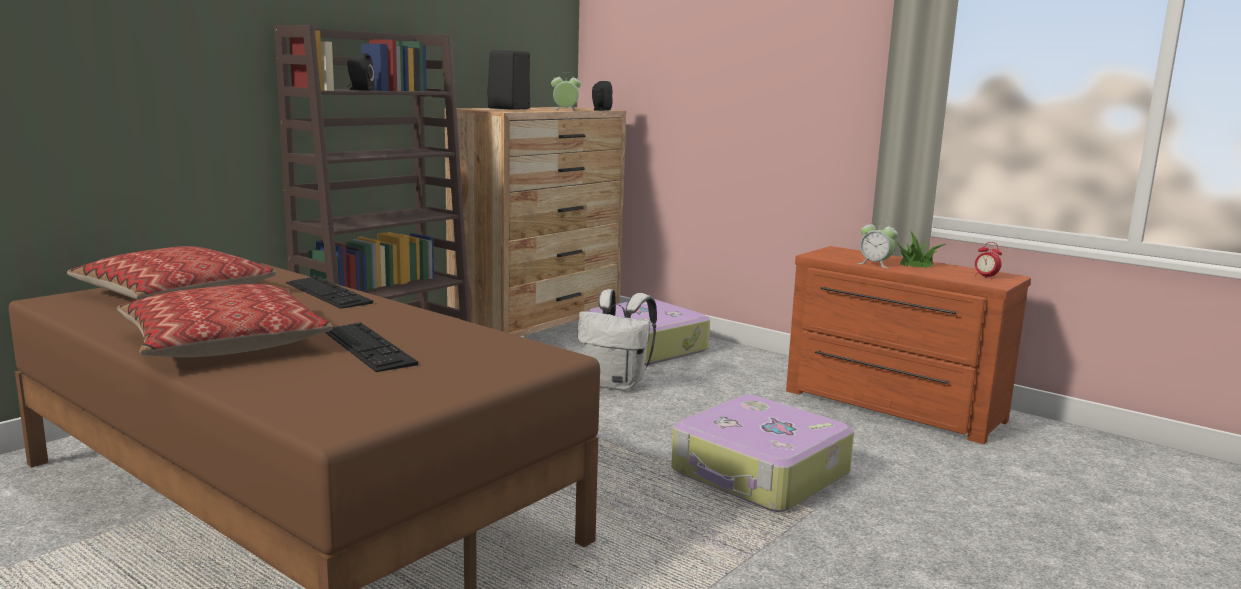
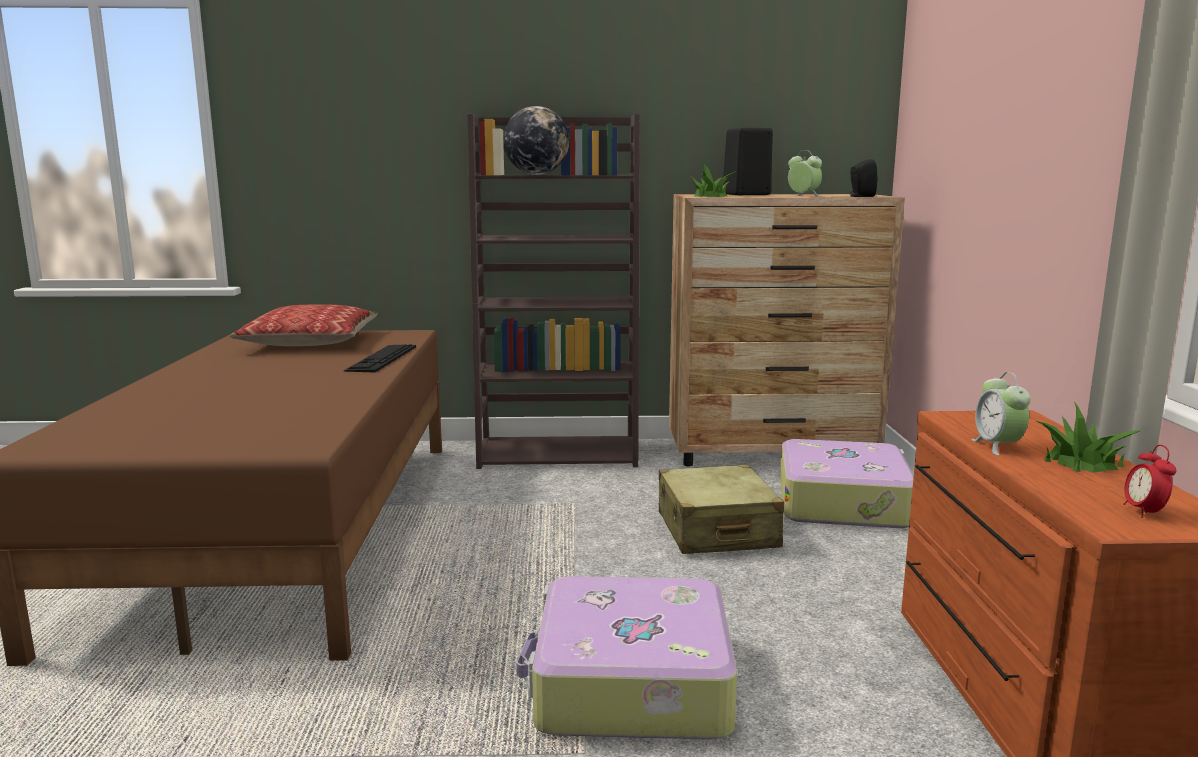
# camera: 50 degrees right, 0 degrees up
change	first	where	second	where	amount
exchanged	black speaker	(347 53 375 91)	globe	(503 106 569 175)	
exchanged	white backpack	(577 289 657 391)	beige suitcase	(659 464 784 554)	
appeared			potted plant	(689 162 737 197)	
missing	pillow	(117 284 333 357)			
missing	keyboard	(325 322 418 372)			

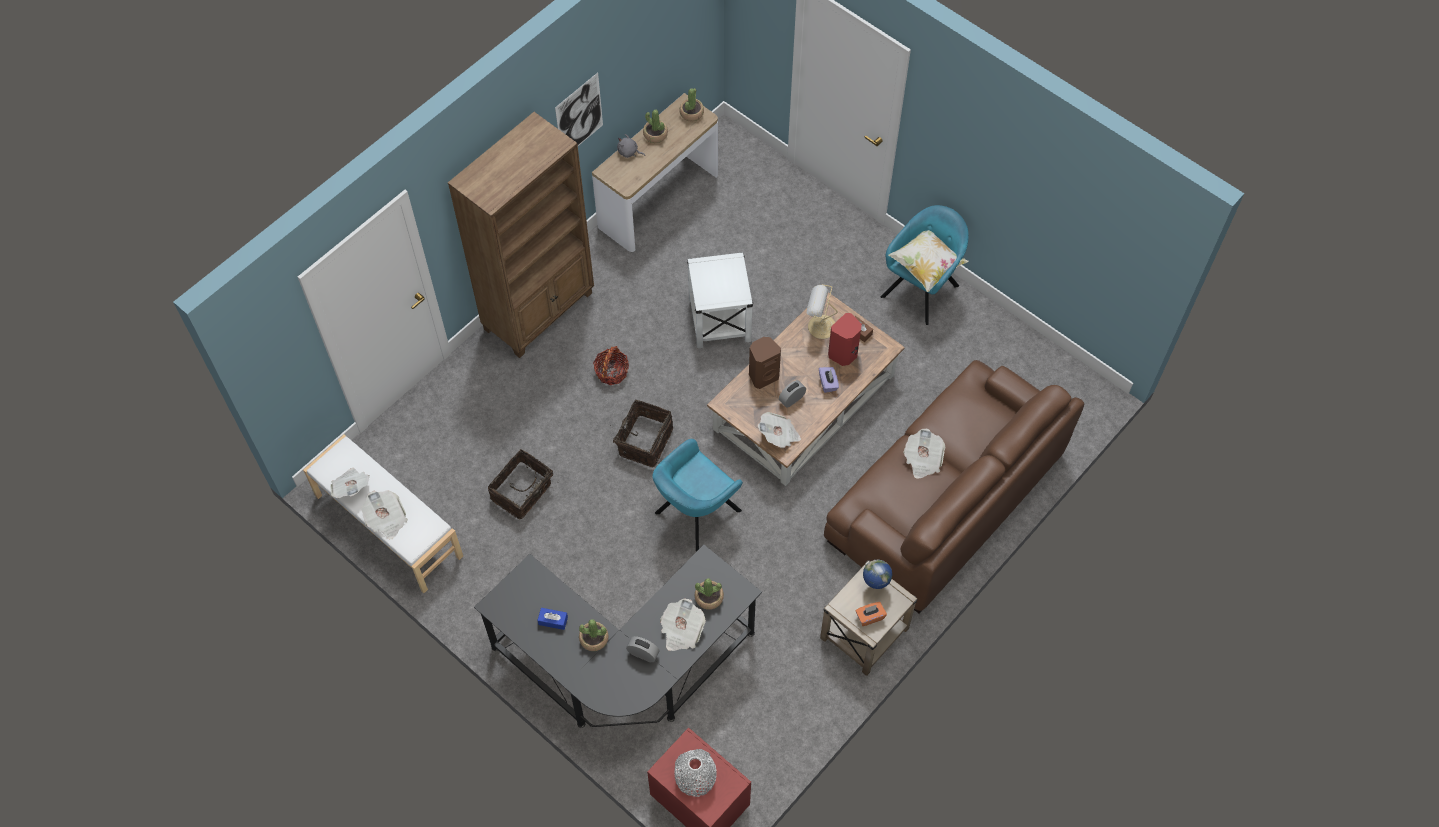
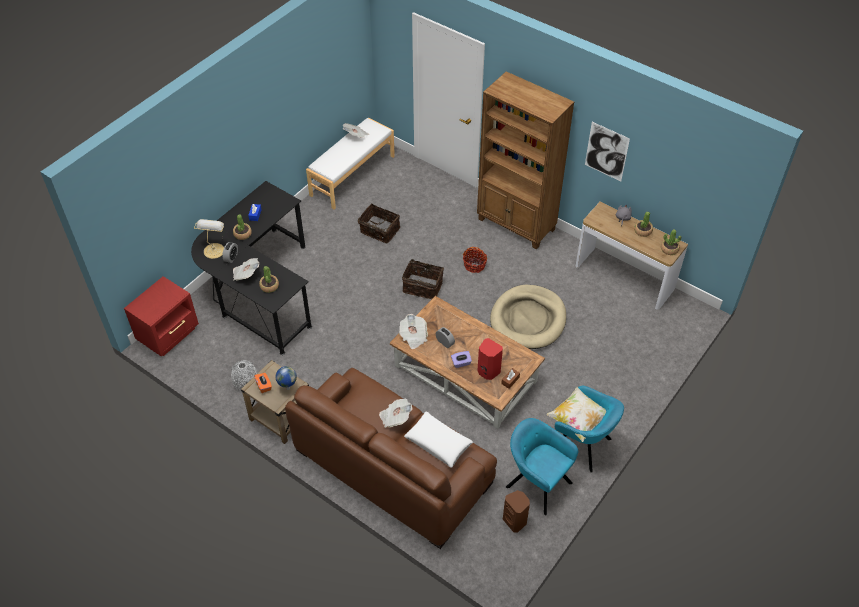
# camera: 85 degrees right, 10 degrees down
change	first	where	second	where	amount
relocated	table lamp	(807 284 838 339)		(194 219 224 259)	
relocated	grey vase	(674 749 717 797)		(231 360 257 392)	
appeared			white pillow	(404 412 473 468)	
exchanged	white side table	(687 252 753 348)	beige dog bed	(490 285 566 349)	
relocated	brown speaker	(749 337 781 389)		(503 490 530 533)	
relocated	turquoise armchair	(652 439 743 551)		(506 418 578 516)	
missing	newspaper	(361 490 408 539)			

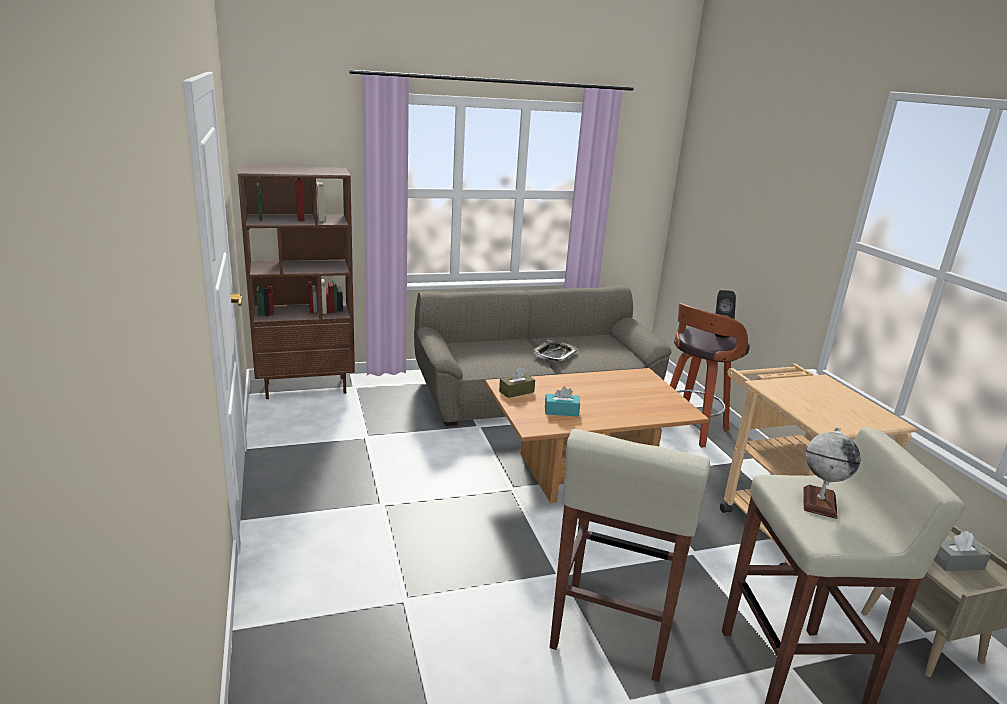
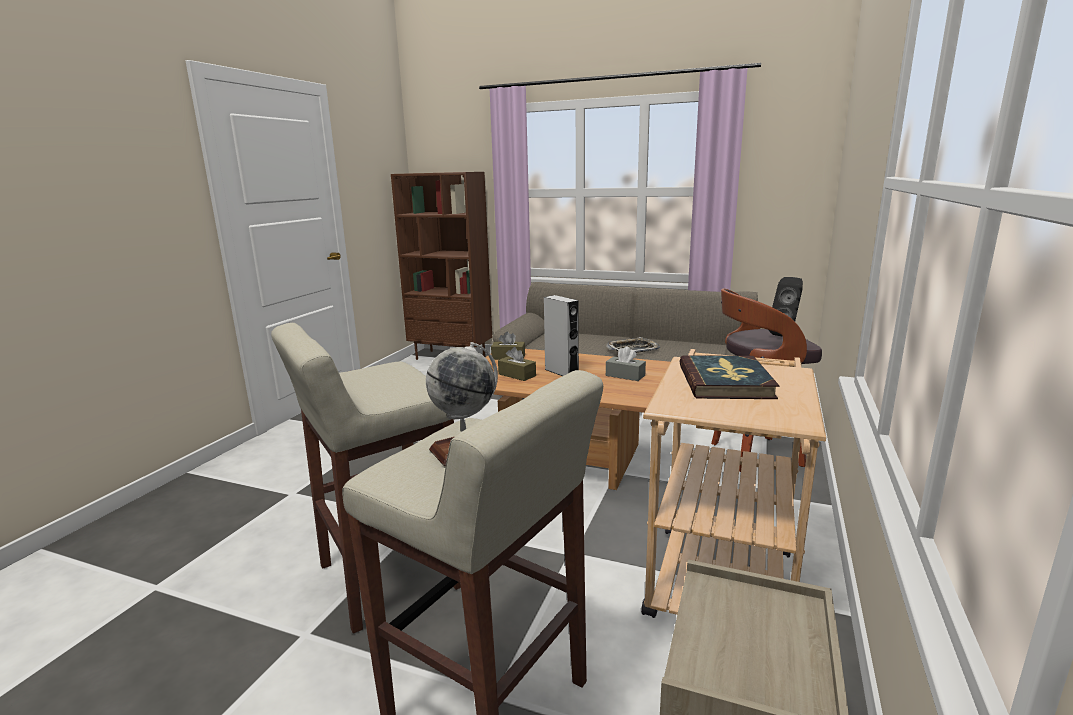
# camera: 40 degrees right, 5 degrees down
change	first	where	second	where	amount
colour	turquoise tissue box	(545 386 580 417)	brown tissue box	(498 347 536 381)	
appeared			grey speaker	(544 295 579 376)	
relocated	grey tissue box	(934 531 991 571)		(606 346 646 381)	
appeared			book	(679 355 780 399)	

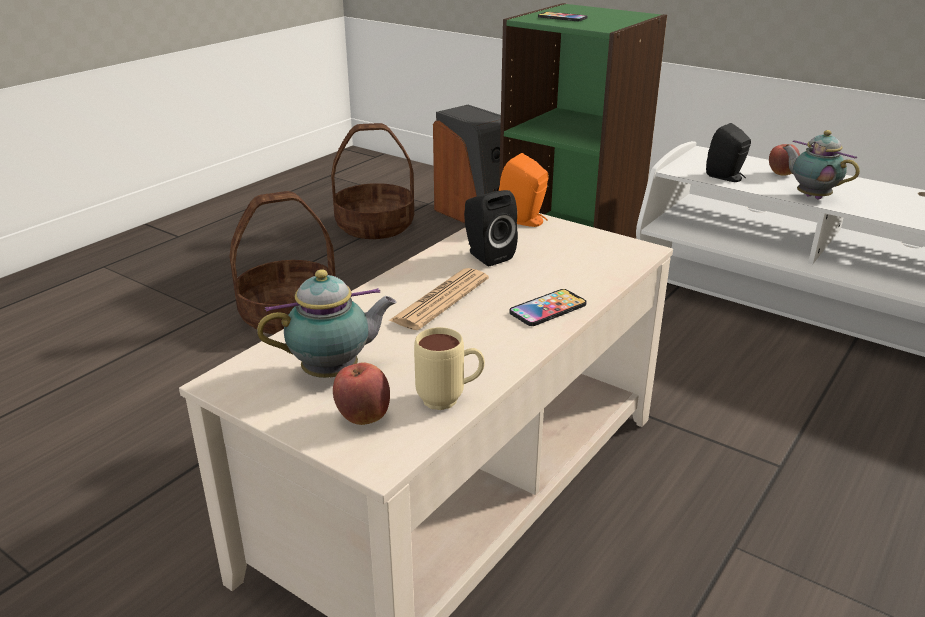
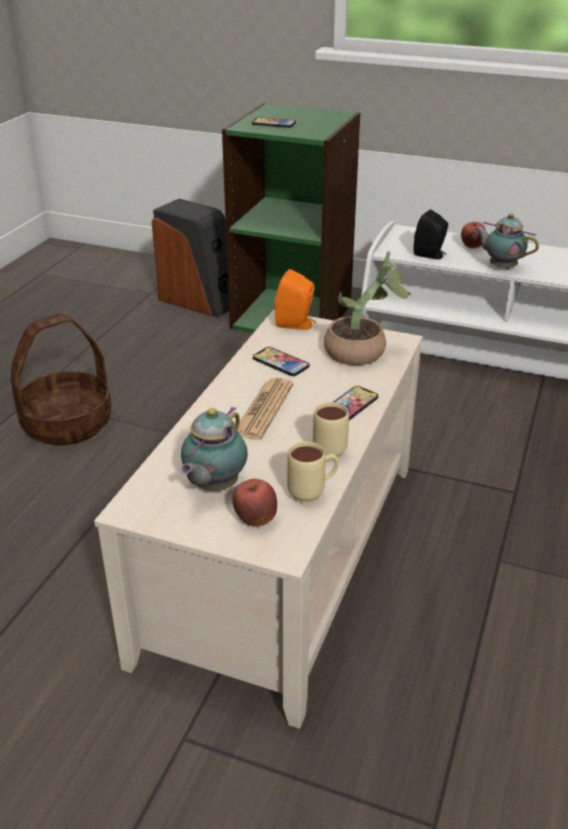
# camera: 15 degrees left, 5 degrees up
change	first	where	second	where	amount
spun	teapot	(257 269 396 378)		(181 407 248 491)	150 degrees clockwise
exchanged	black speaker	(464 190 518 266)	phone	(253 347 309 376)	
appeared			beige mug	(313 402 349 461)	
appeared			potted plant	(324 251 411 365)	
missing	basket	(331 123 414 239)			

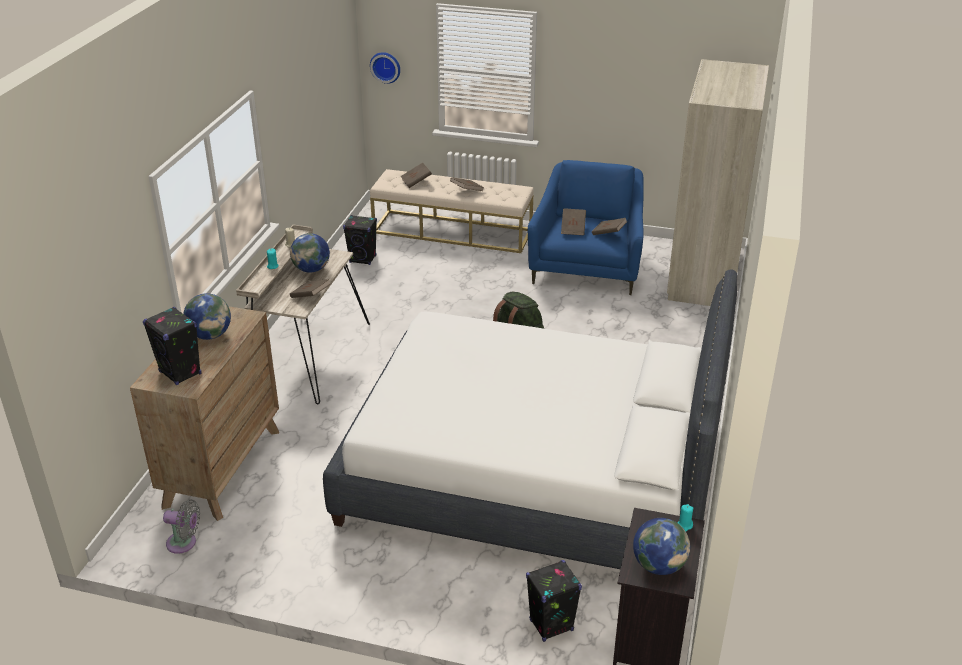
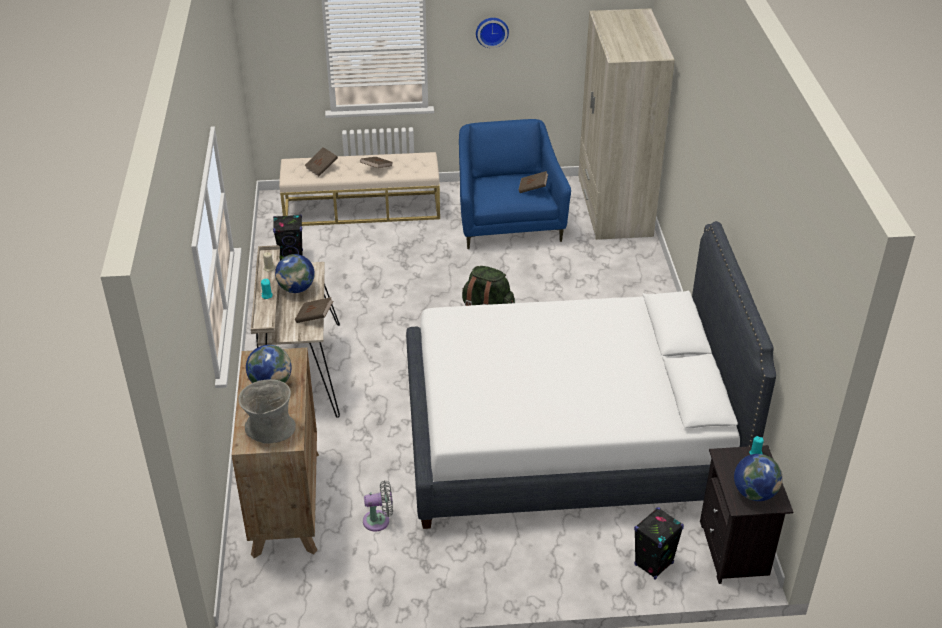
# camera: 20 degrees left, 5 degrees up
change	first	where	second	where	amount
exchanged	black speaker	(143 307 202 385)	grey vase	(239 379 296 444)	
relocated	grey fan	(163 500 200 554)		(363 480 393 532)	
relocated	wall clock	(370 52 400 84)		(476 18 509 48)	
missing	brown book	(561 208 586 235)			

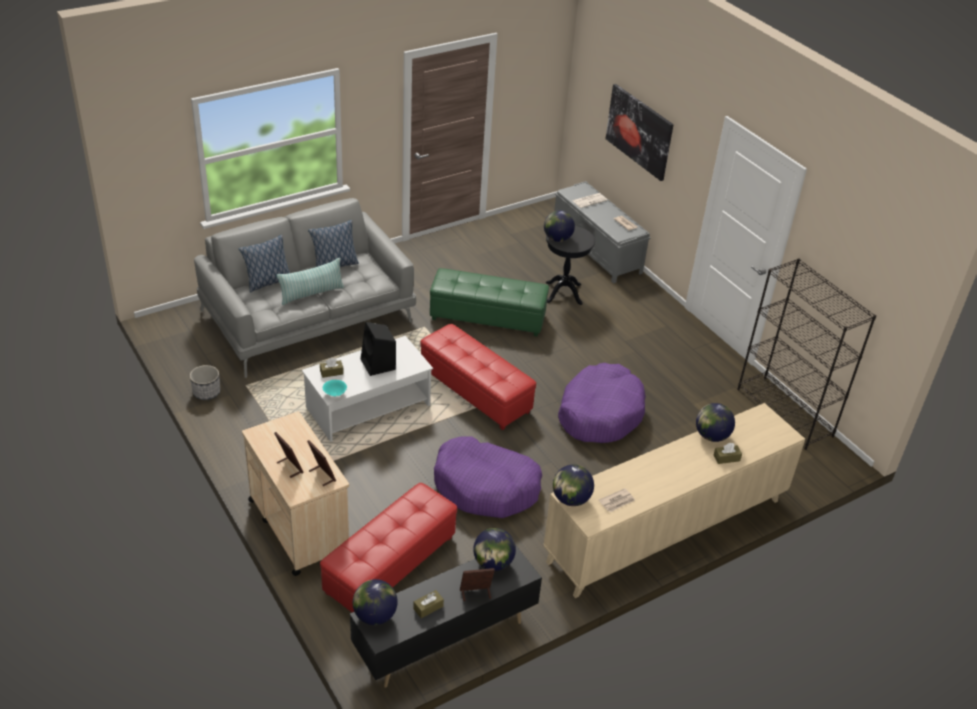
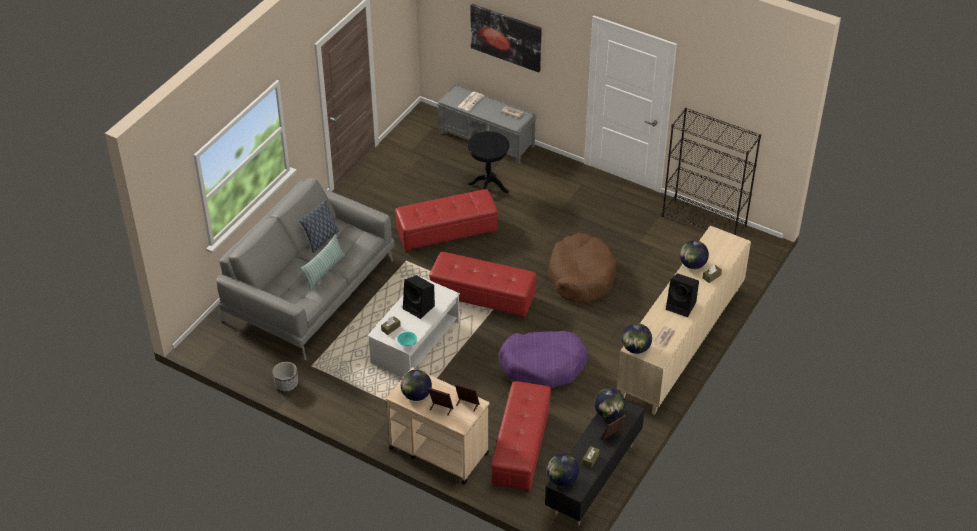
# camera: 25 degrees left, 5 degrees up
change	first	where	second	where	amount
colour	green ottoman	(430 268 549 336)	red ottoman	(395 189 498 252)	
relocated	globe	(544 210 575 242)		(401 370 432 401)	
colour	purple dog bed	(558 363 646 443)	brown dog bed	(548 233 617 303)	
appeared			black speaker	(666 273 699 317)	
missing	pillow	(239 235 290 293)			

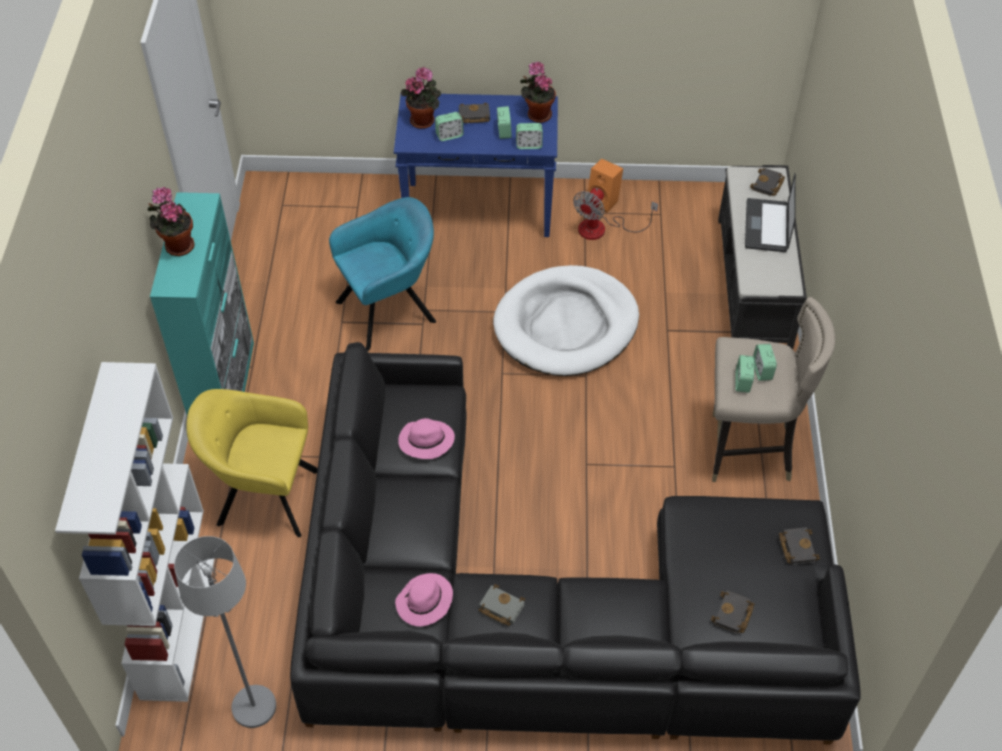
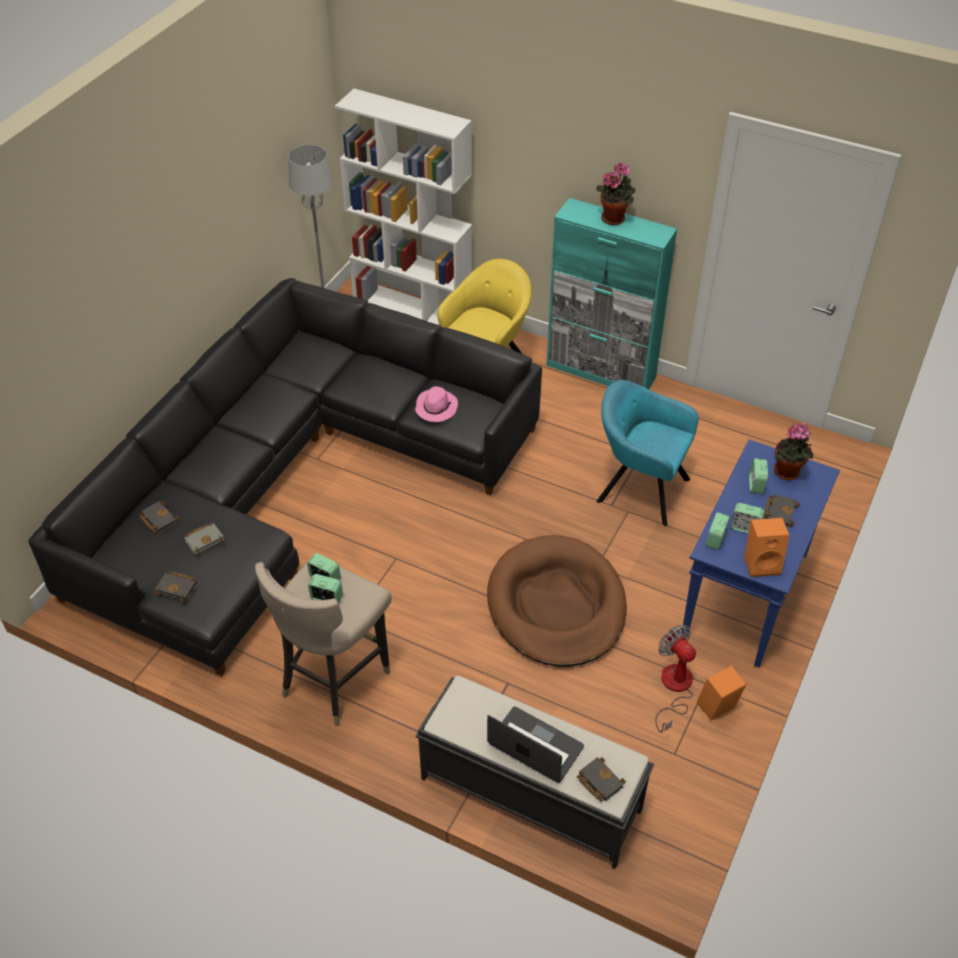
# camera: 115 degrees right, 5 degrees down
change	first	where	second	where	amount
relocated	grey book	(479 584 525 626)		(184 523 224 555)	
colour	white dog bed	(493 265 639 376)	brown dog bed	(487 535 627 667)	
spun	turquoise armchair	(329 197 436 351)		(596 380 699 527)	120 degrees clockwise
exchanged	potted plant	(520 62 556 123)	orange speaker	(744 518 789 577)	
missing	pink hat	(395 573 453 626)			

